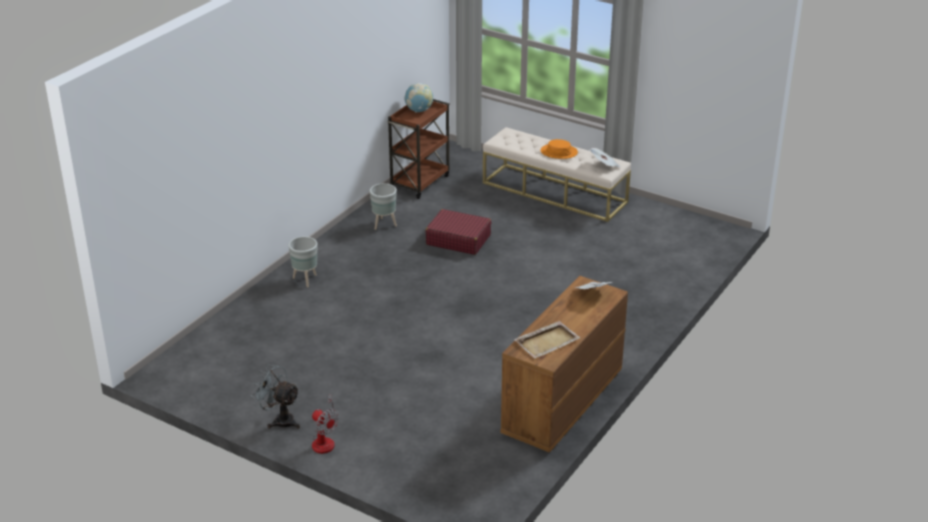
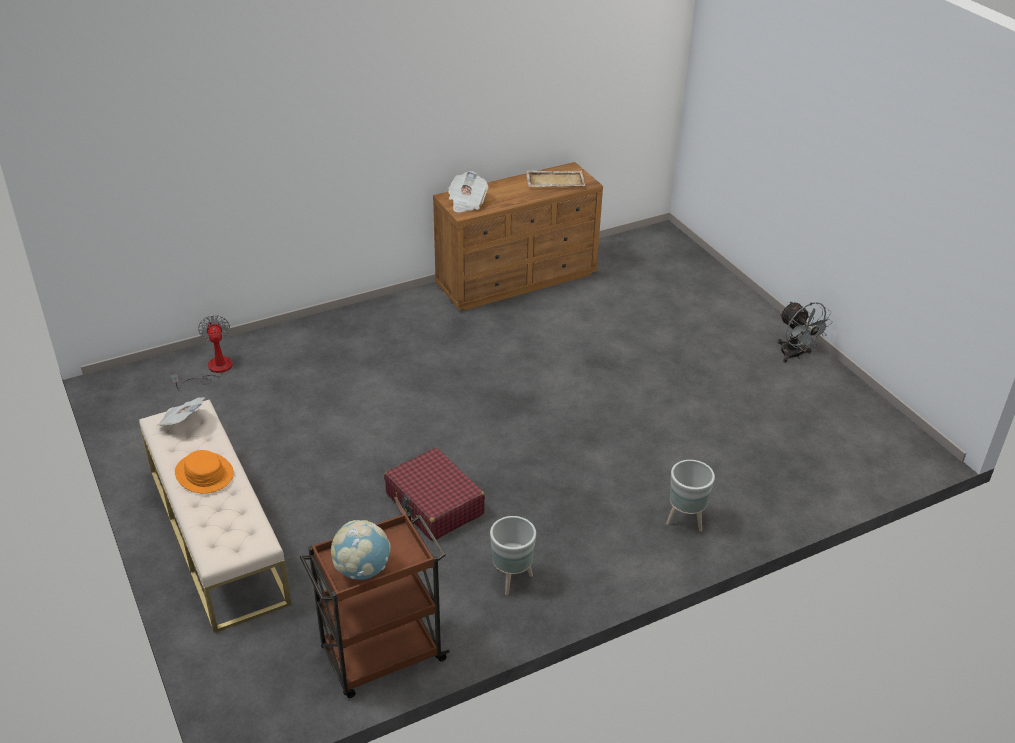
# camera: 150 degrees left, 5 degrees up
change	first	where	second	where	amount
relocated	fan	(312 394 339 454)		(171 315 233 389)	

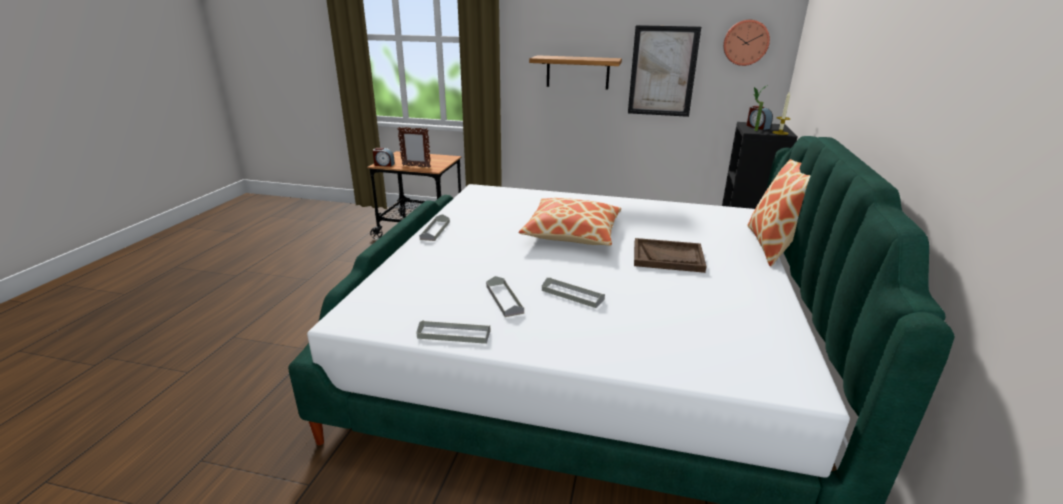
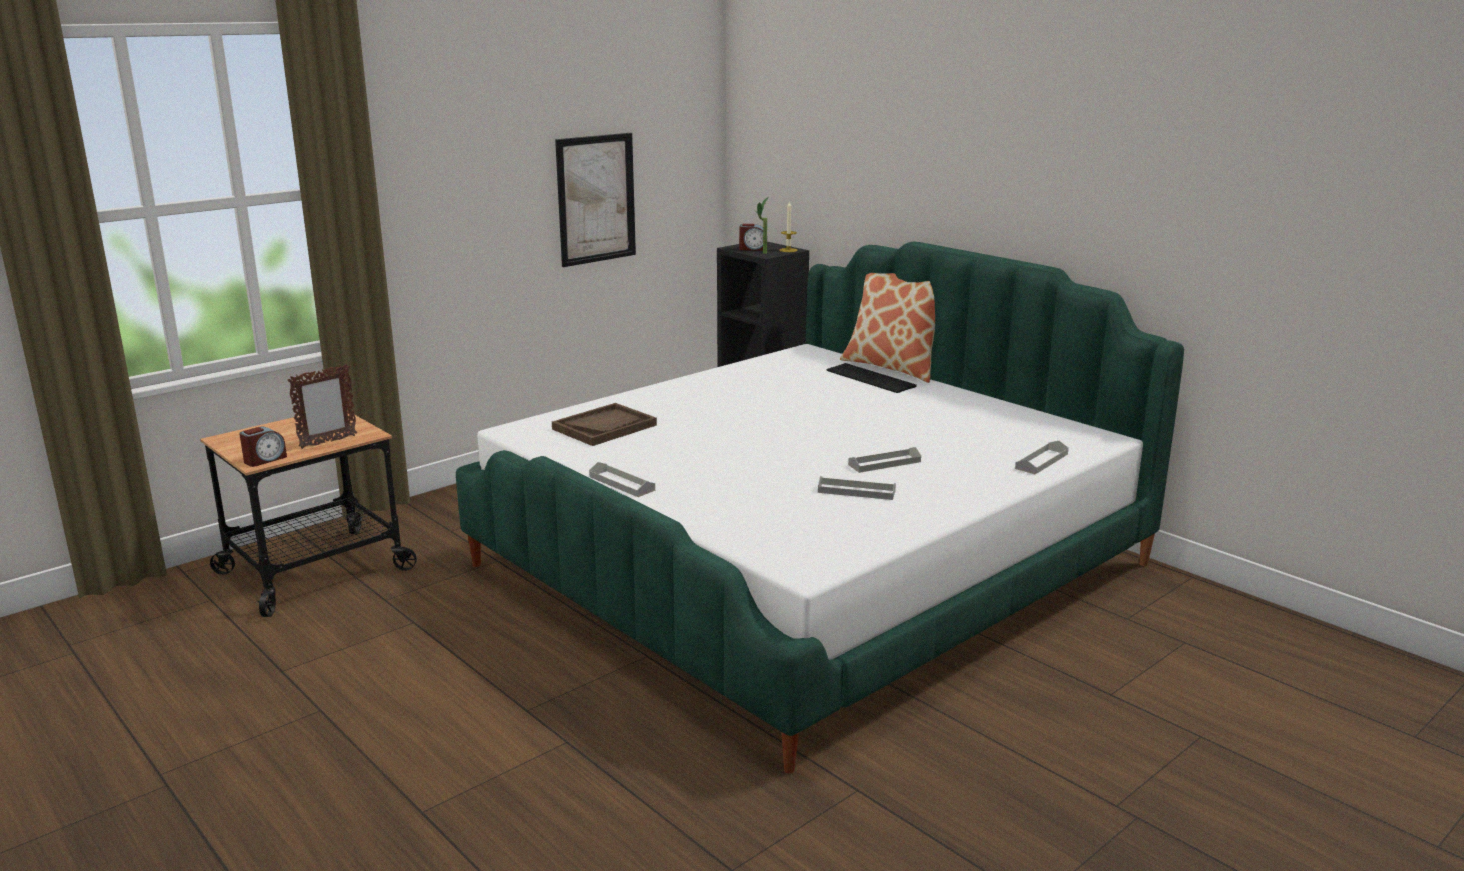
# camera: 55 degrees left, 5 degrees down
change	first	where	second	where	amount
relocated	brown tray	(634 238 707 273)		(552 403 657 446)	
appeared			keyboard	(826 363 917 393)	
relocated	grey tray	(416 320 490 344)		(1015 441 1069 475)	
missing	pillow	(519 198 621 246)			
missing	shelf	(529 55 622 90)			
missing	wall clock	(723 20 770 66)			

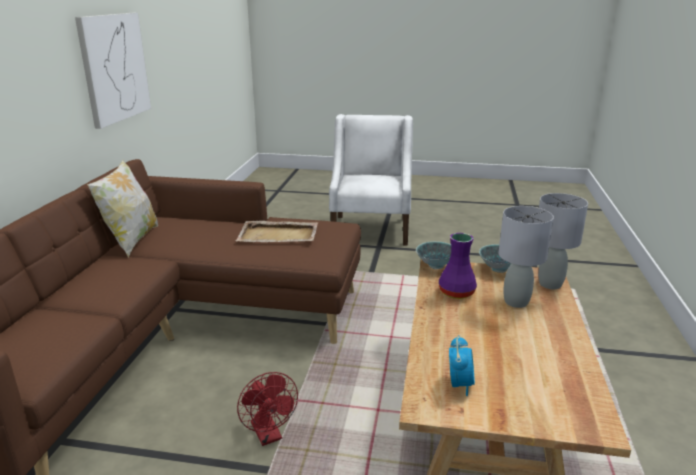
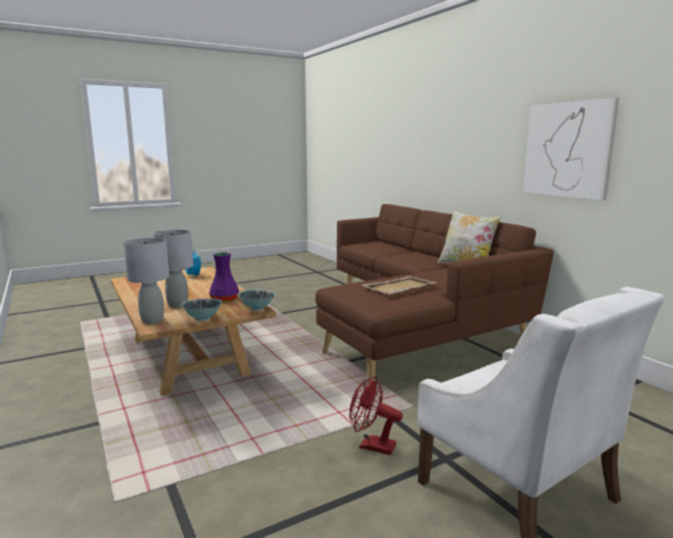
# camera: 140 degrees right, 10 degrees down
change	first	where	second	where	amount
relocated	red fan	(237 372 298 446)		(349 376 403 455)	

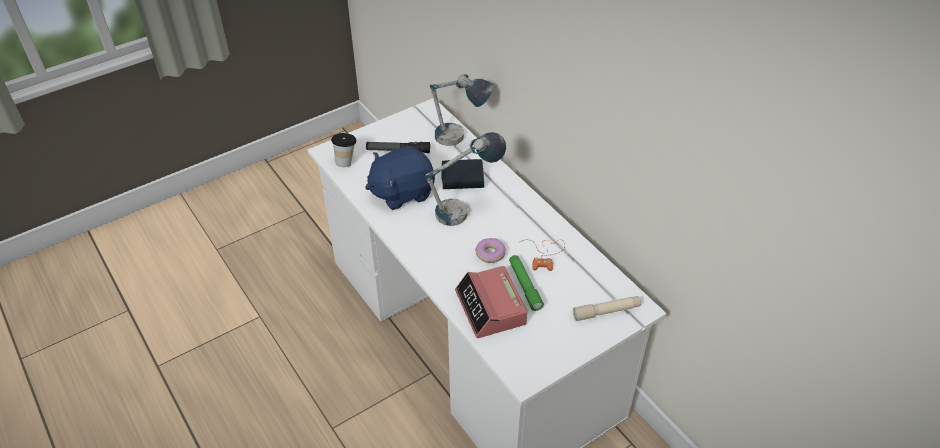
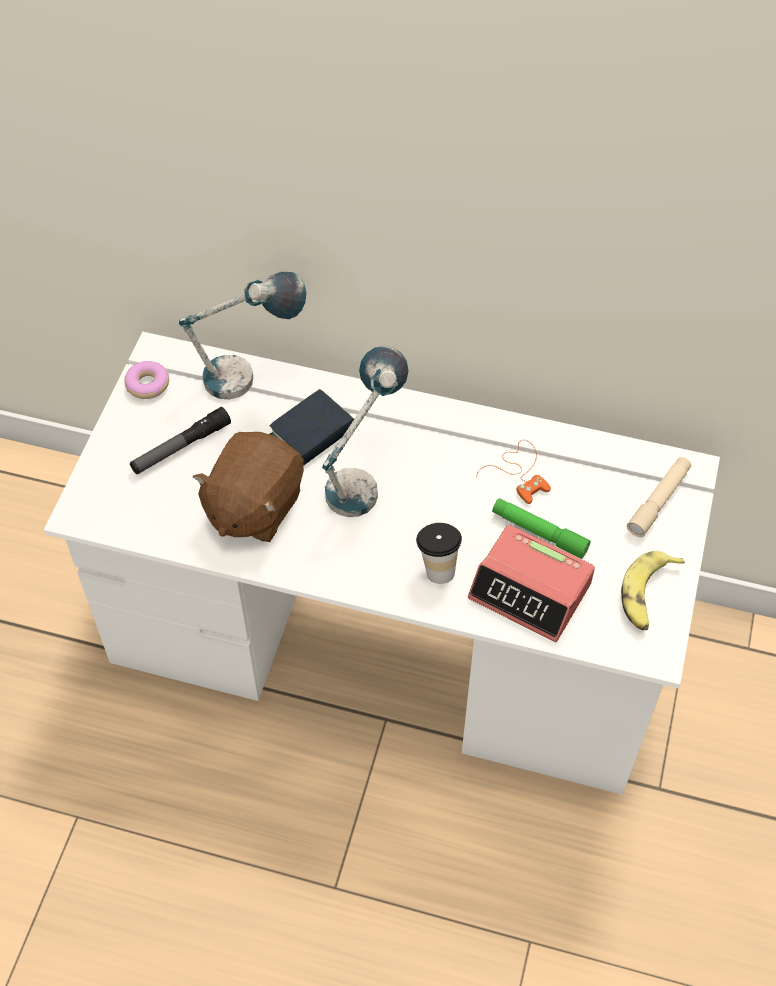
# camera: 40 degrees left, 10 degrees up
change	first	where	second	where	amount
relocated	donut	(475 238 506 263)		(124 361 169 399)	
colour	blue plush toy	(365 146 435 210)	brown plush toy	(192 432 304 542)	
relocated	cup	(331 133 357 167)		(416 523 462 584)	
appeared			banana	(621 551 685 630)	

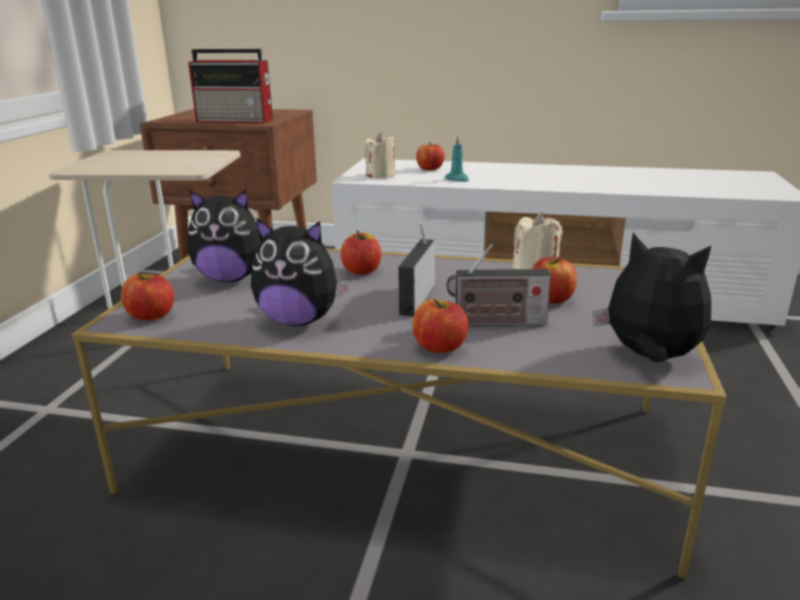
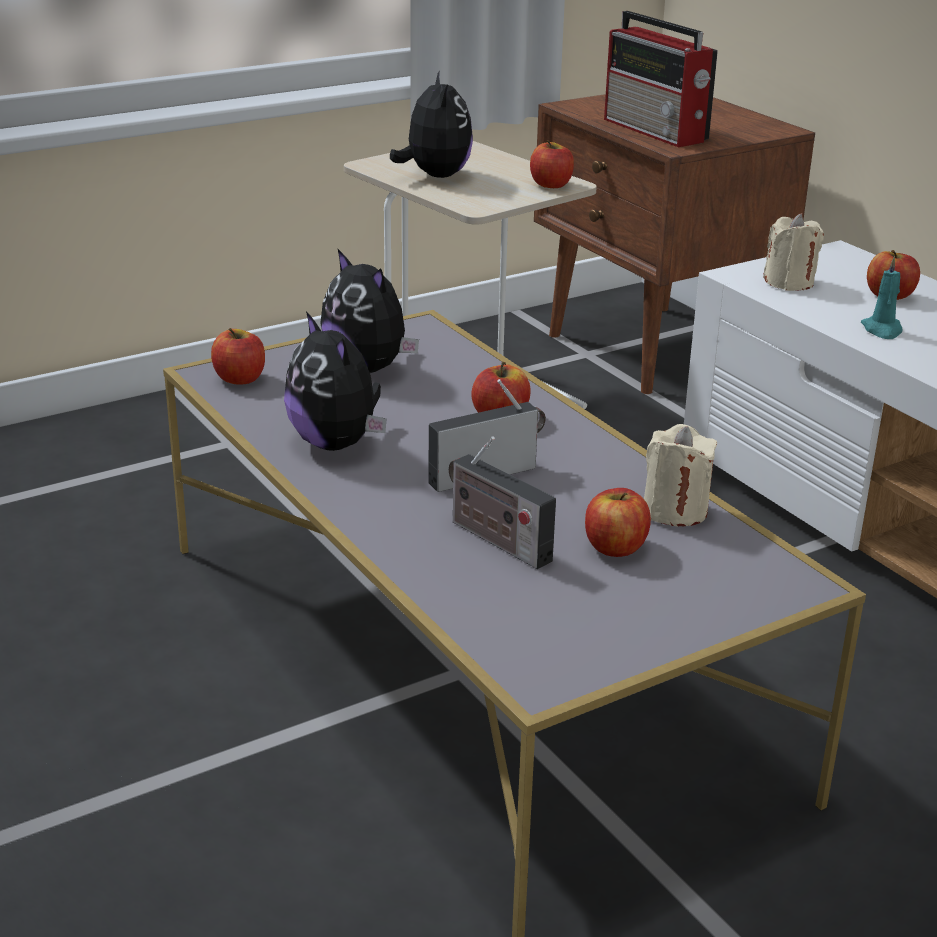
# camera: 45 degrees right, 5 degrees up
change	first	where	second	where	amount
relocated	plush toy	(592 233 711 363)		(390 70 473 178)	
relocated	apple	(412 299 468 353)		(530 140 574 188)	

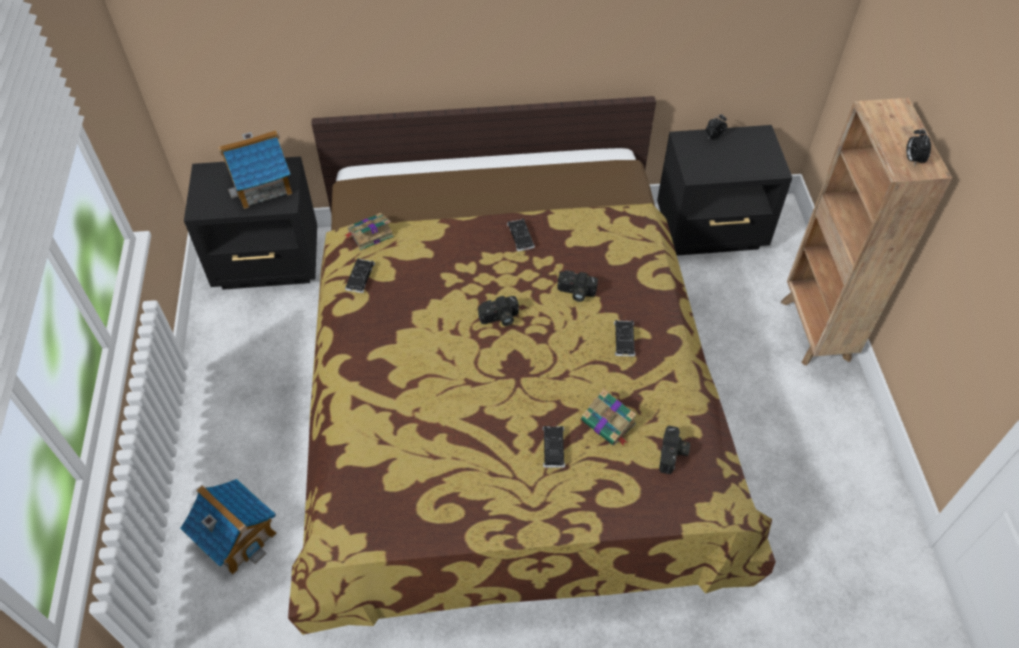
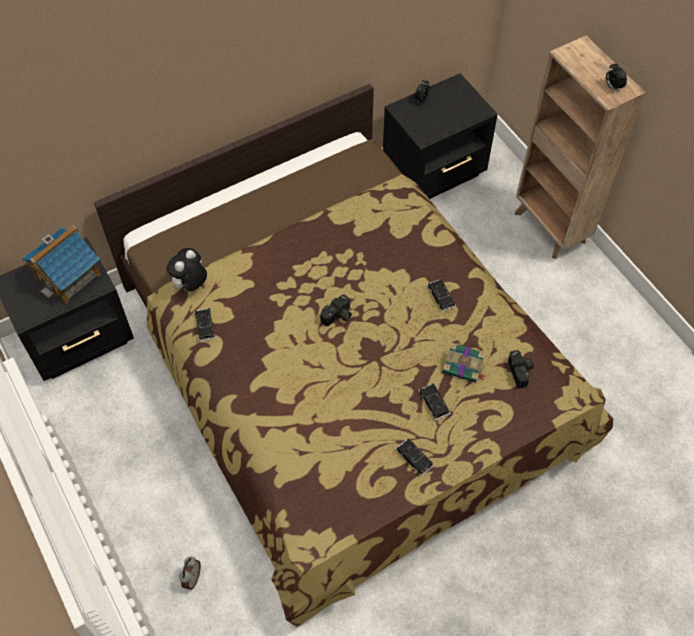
# camera: 25 degrees left, 5 degrees up
change	first	where	second	where	amount
exchanged	book	(344 213 394 250)	plush toy	(166 248 207 292)	
exchanged	toy house	(180 479 277 574)	alarm clock	(179 557 201 590)	
relocated	black toy car	(507 218 535 251)		(395 438 434 476)	
missing	photo camera	(557 270 598 302)			

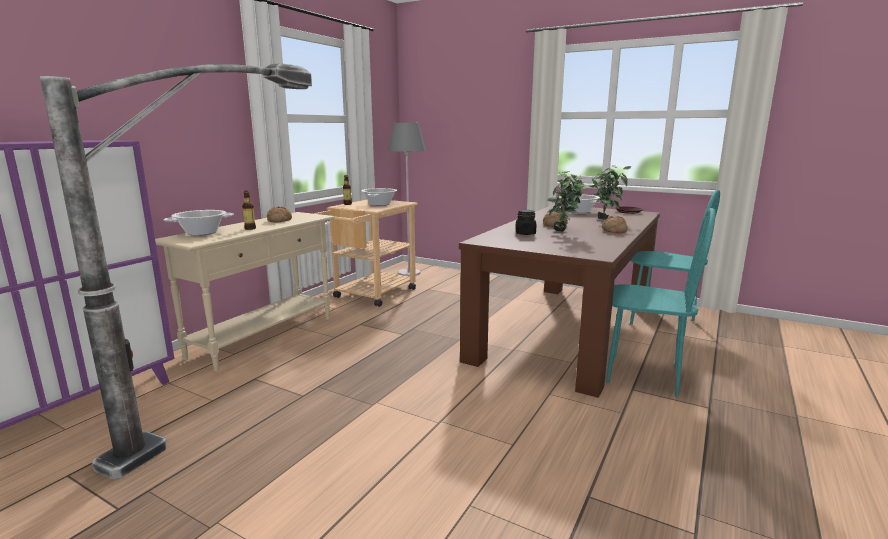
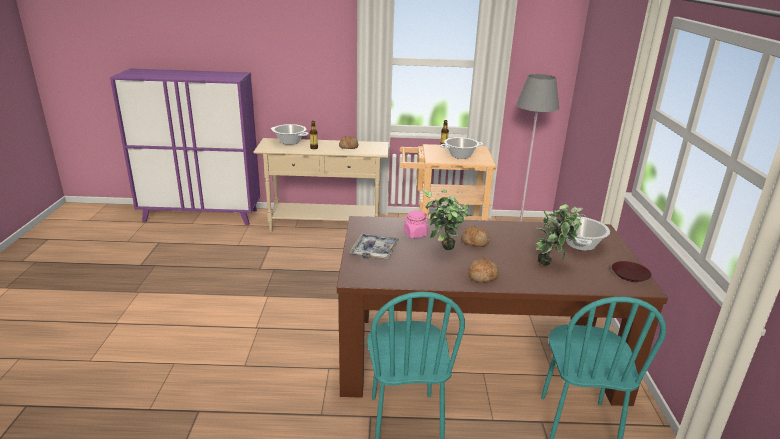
# camera: 60 degrees right, 10 degrees up
change	first	where	second	where	amount
appeared			tray	(349 233 400 259)	
colour	black jar	(515 210 536 235)	pink jar	(403 211 428 239)	
missing	floor lamp	(40 64 312 479)			

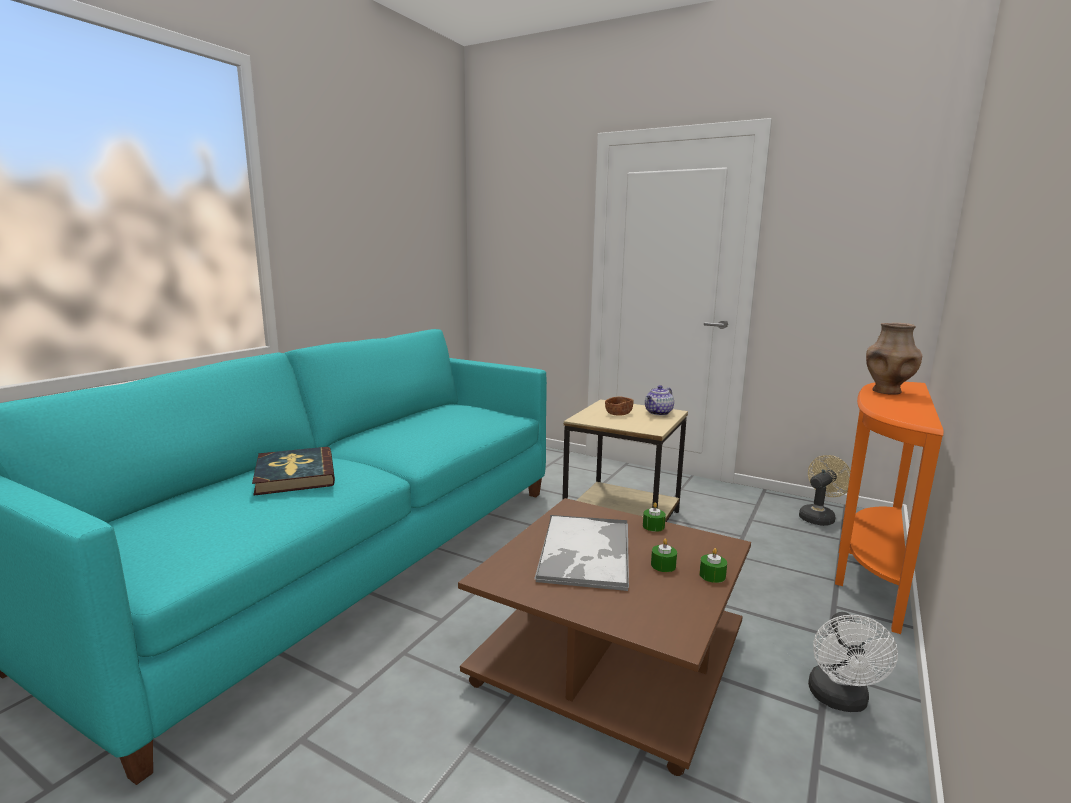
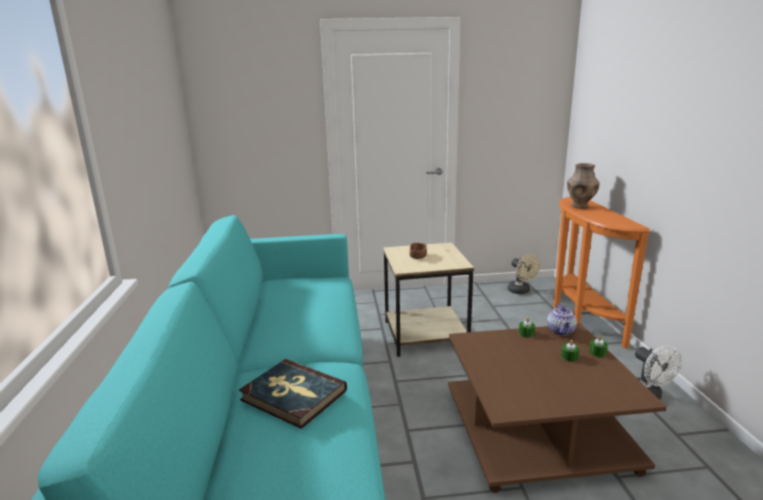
# camera: 35 degrees left, 5 degrees up
change	first	where	second	where	amount
spun	beige fan	(799 455 851 526)		(507 254 540 294)	135 degrees clockwise
relocated	teapot	(645 385 674 416)		(547 304 577 336)	
missing	tray	(534 515 629 591)			

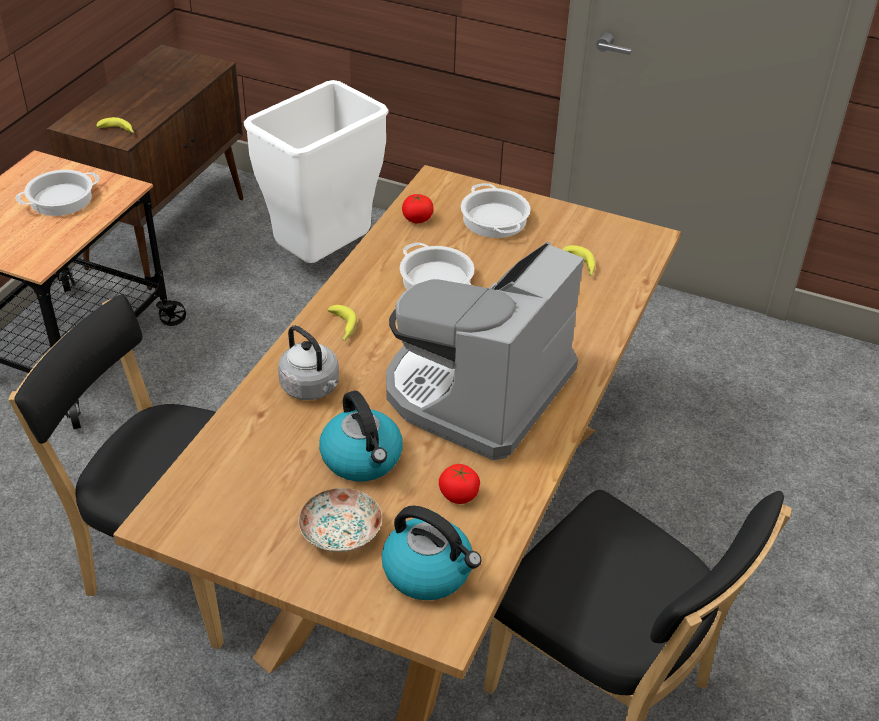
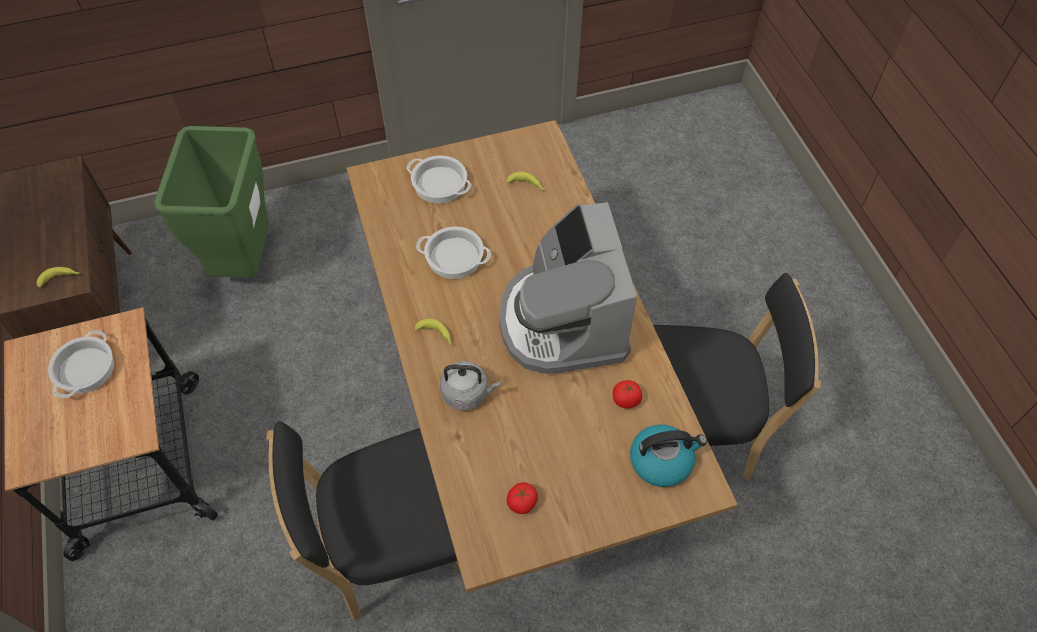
# camera: 40 degrees left, 15 degrees up
change	first	where	second	where	amount
colour	white trash can	(244 80 388 263)	green trash can	(154 126 270 278)	
relocated	tomato	(402 194 434 223)		(507 482 538 514)	
missing	plate	(299 488 382 552)			
missing	kettle	(319 391 403 482)			

